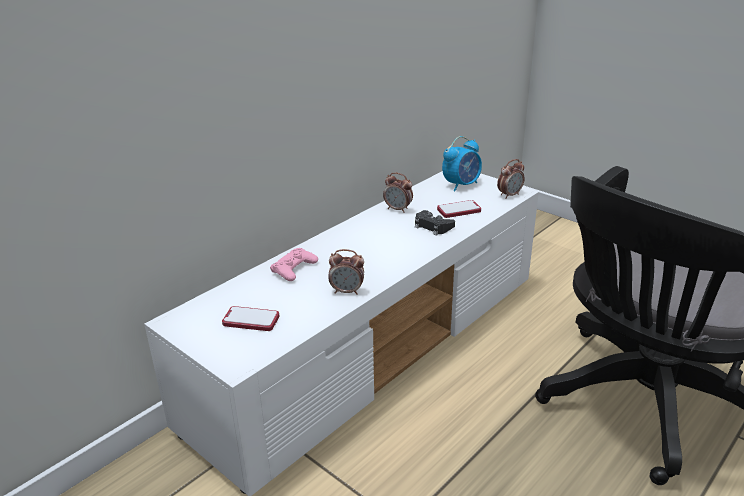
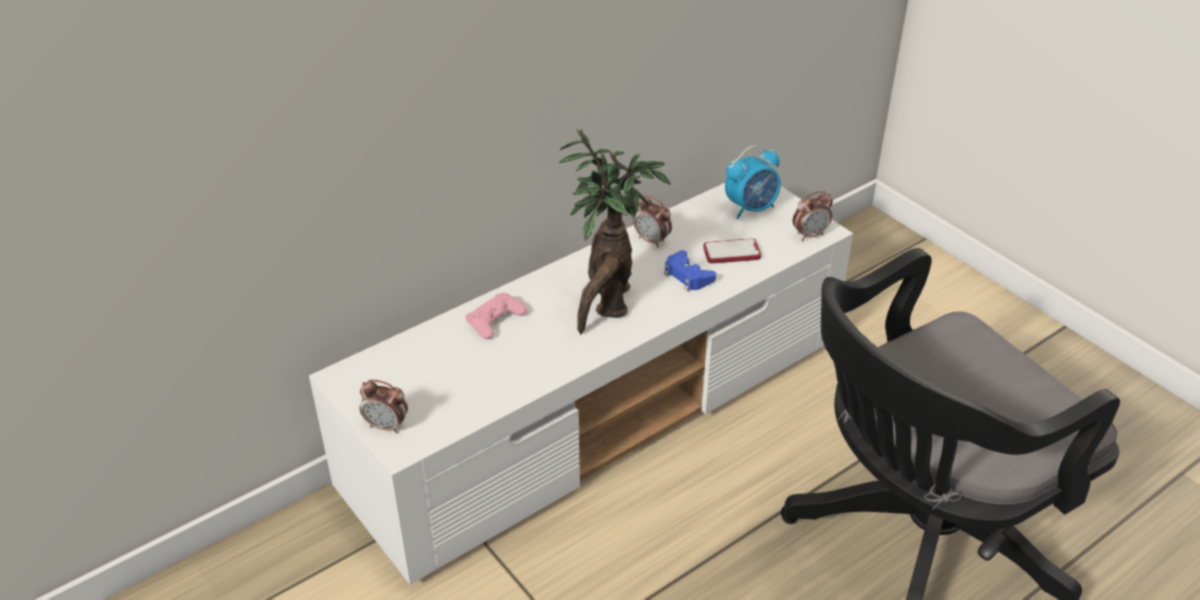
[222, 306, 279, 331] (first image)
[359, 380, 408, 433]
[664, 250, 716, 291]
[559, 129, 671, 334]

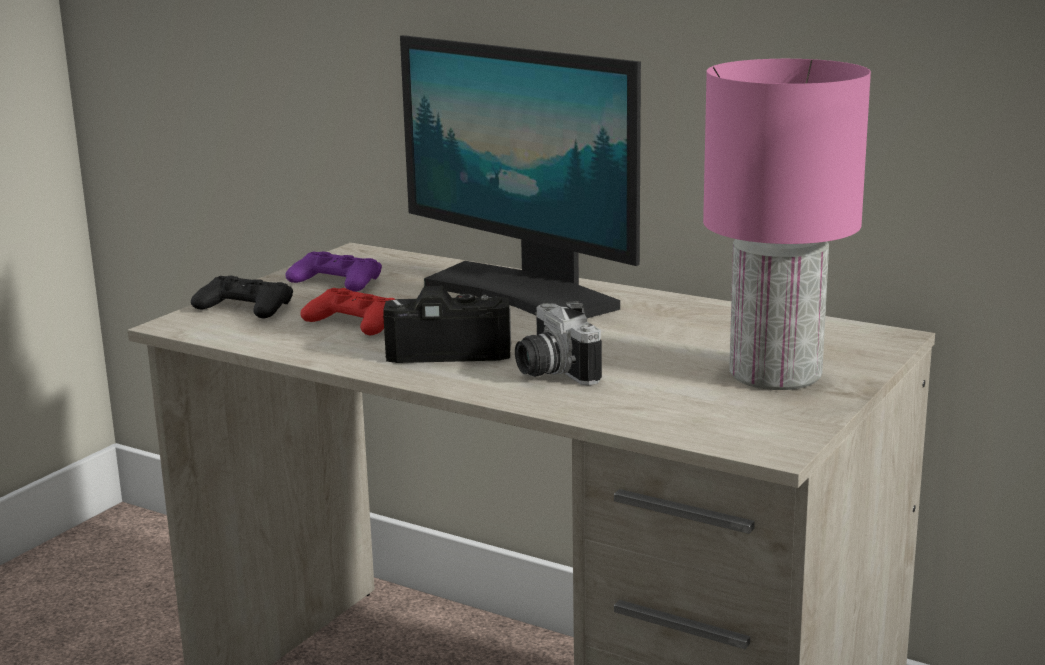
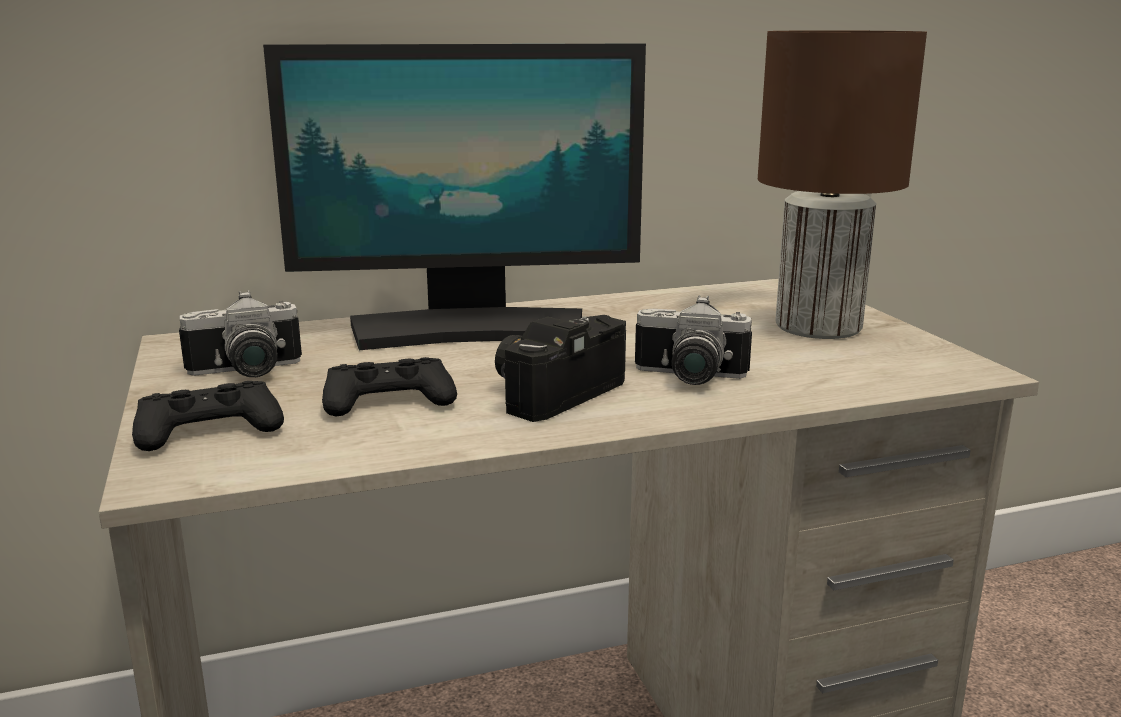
[179, 290, 302, 377]
[322, 357, 457, 417]
[758, 30, 927, 339]

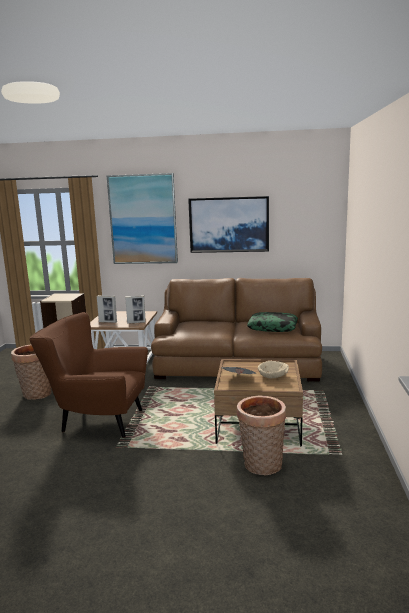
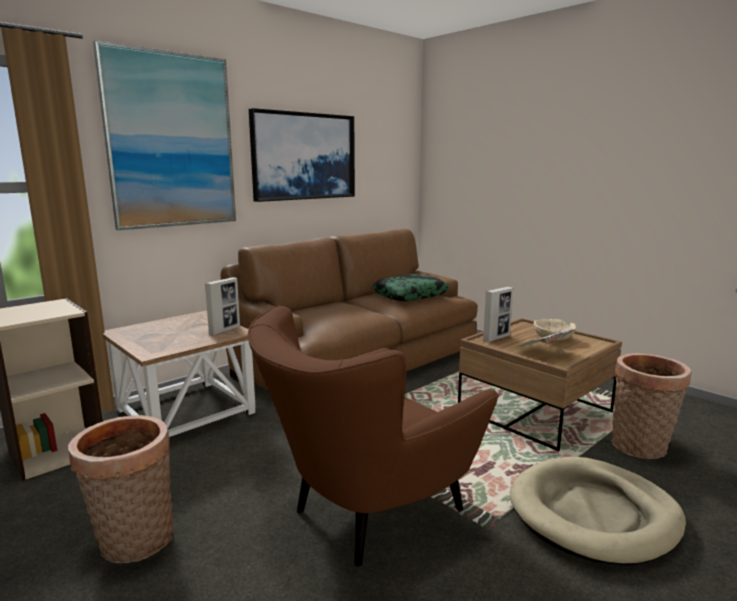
[483, 287, 513, 342]
[510, 457, 686, 566]

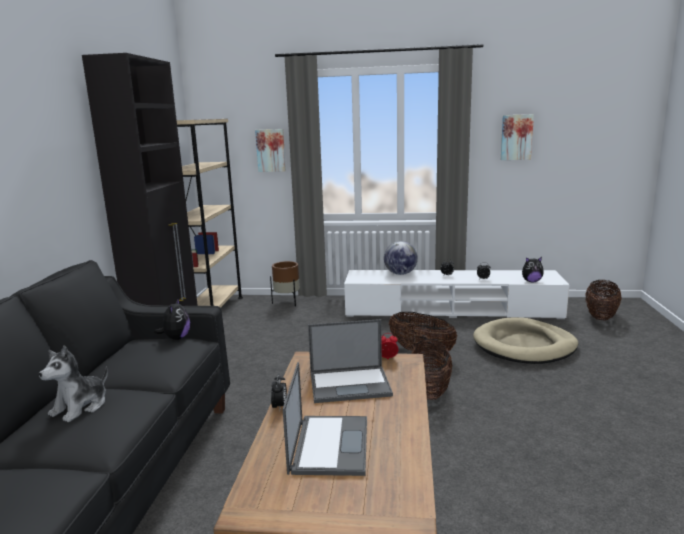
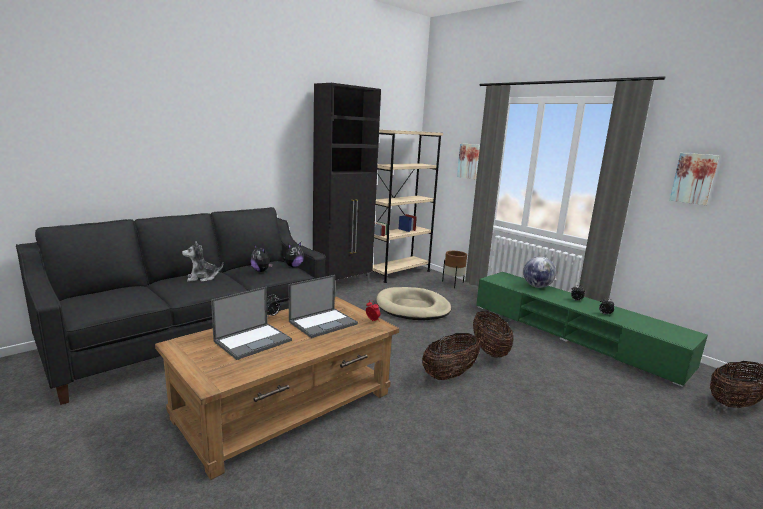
[289, 275, 358, 338]
[476, 272, 708, 387]
[376, 287, 451, 320]
[250, 245, 273, 272]

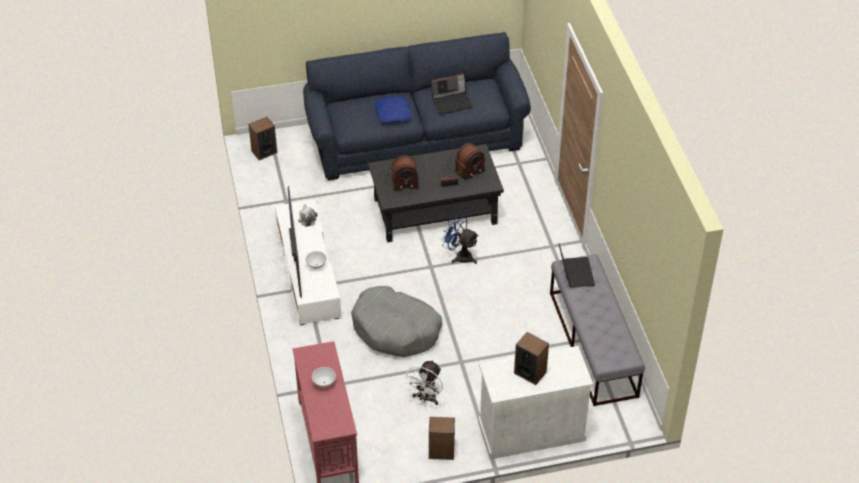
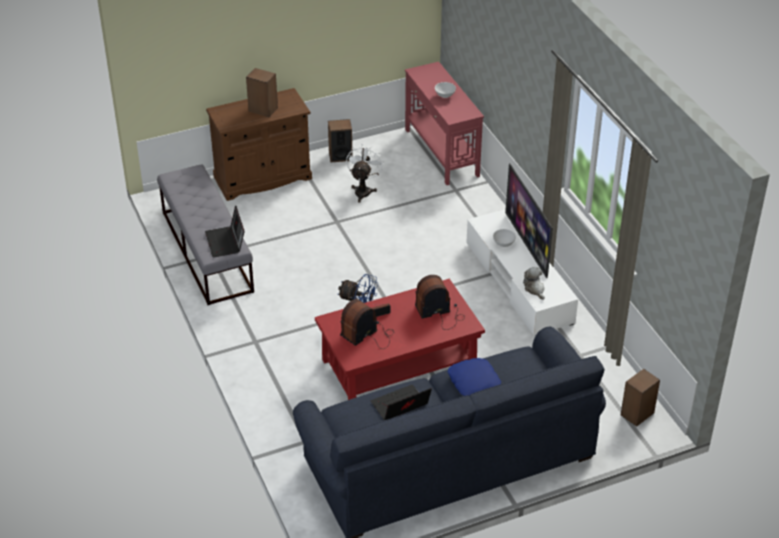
[351, 286, 442, 357] (first image)
[315, 279, 485, 400]
[206, 88, 312, 201]

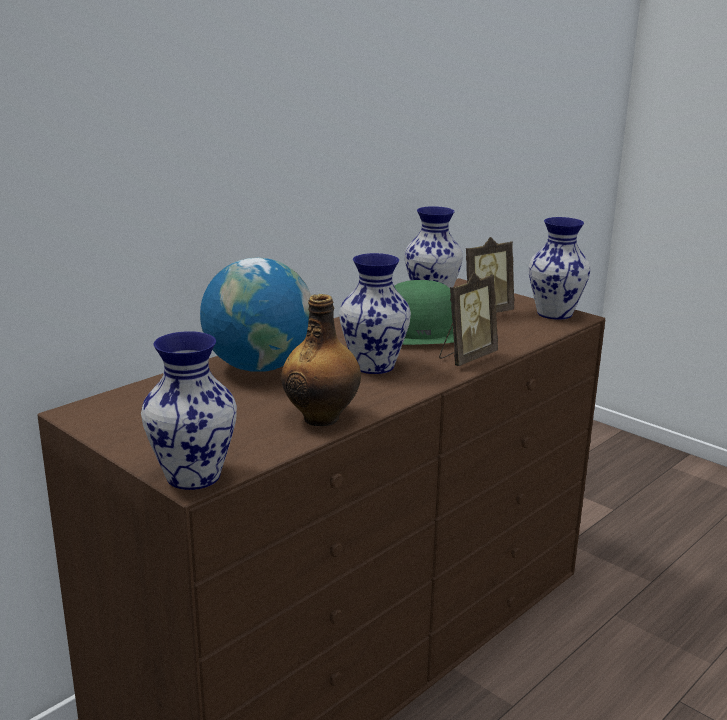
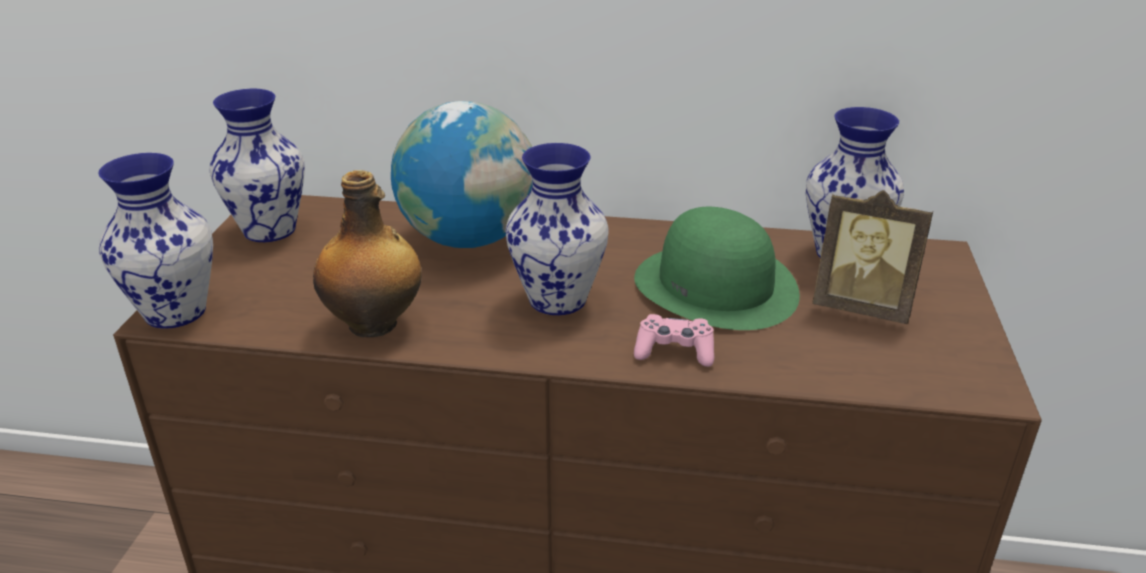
[634, 314, 714, 367]
[210, 89, 305, 242]

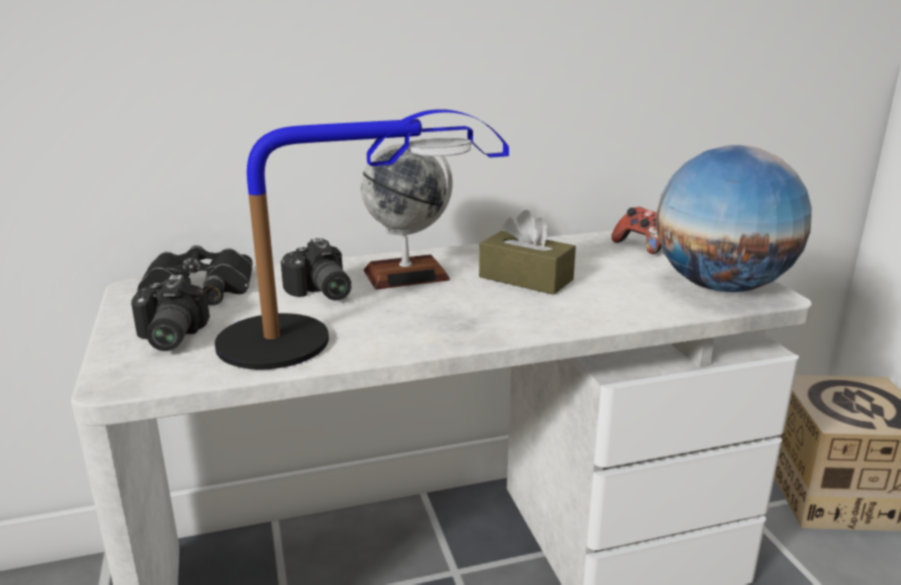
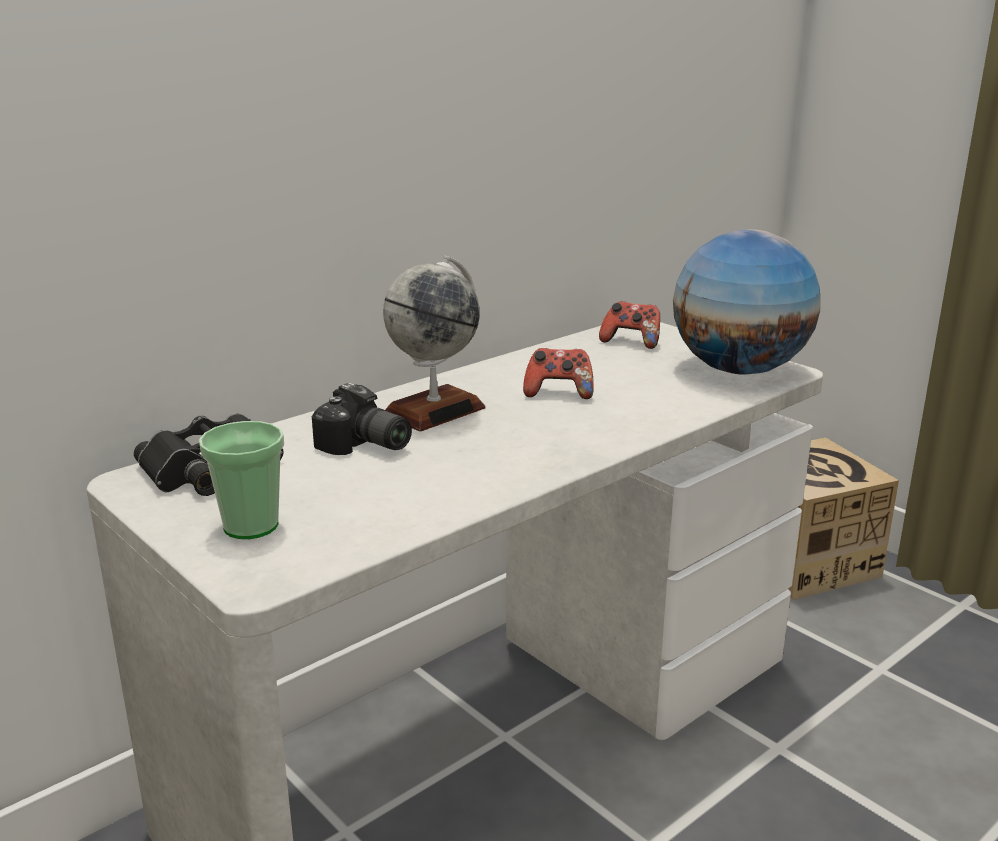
[199, 421, 284, 539]
[215, 109, 509, 369] (first image)
[523, 348, 594, 399]

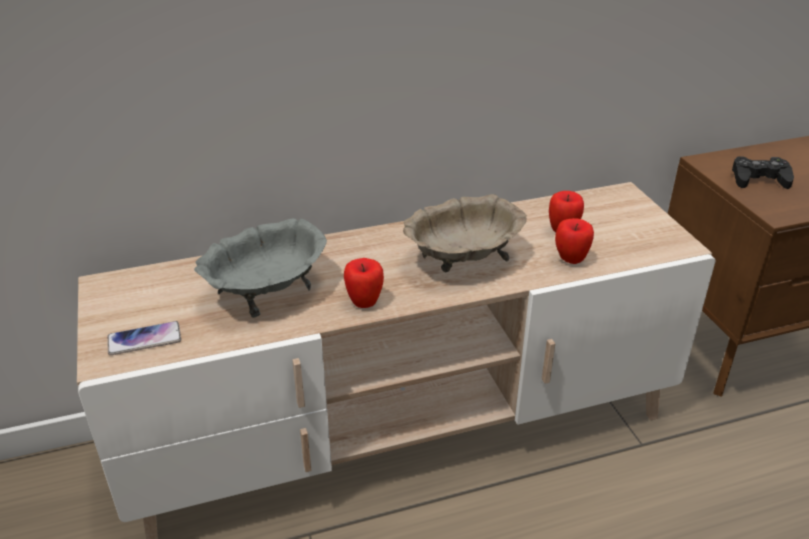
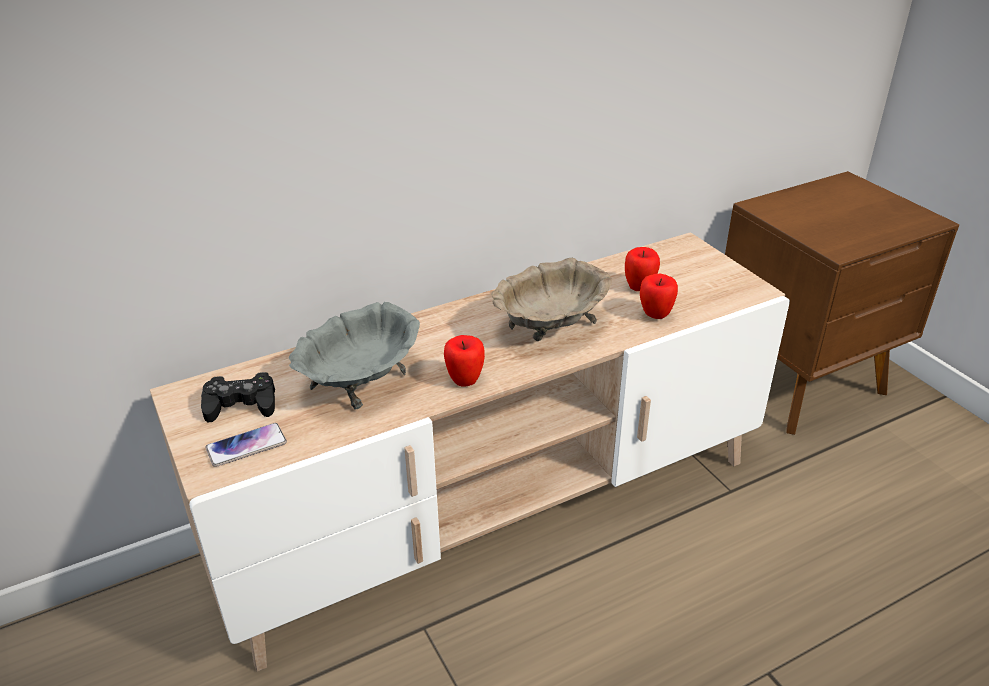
[201, 372, 275, 422]

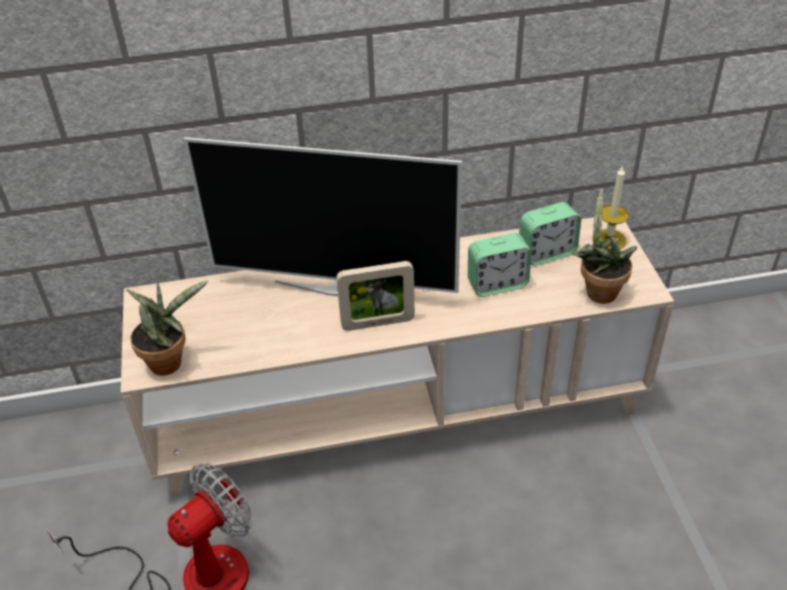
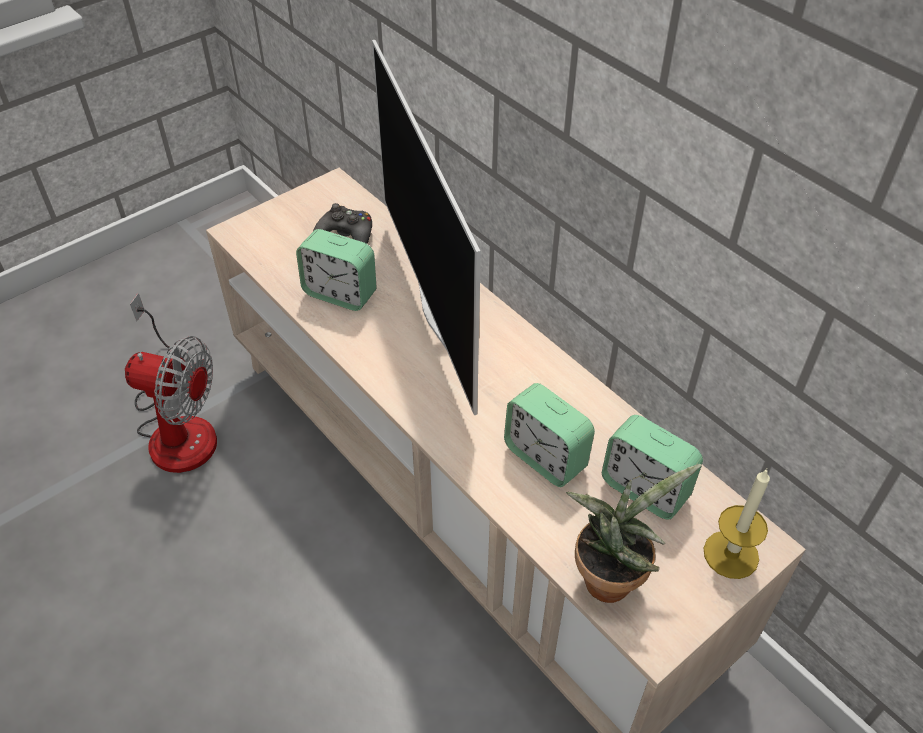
[126, 280, 208, 376] (first image)
[336, 261, 415, 331] (first image)
[296, 229, 377, 311]
[313, 203, 372, 244]

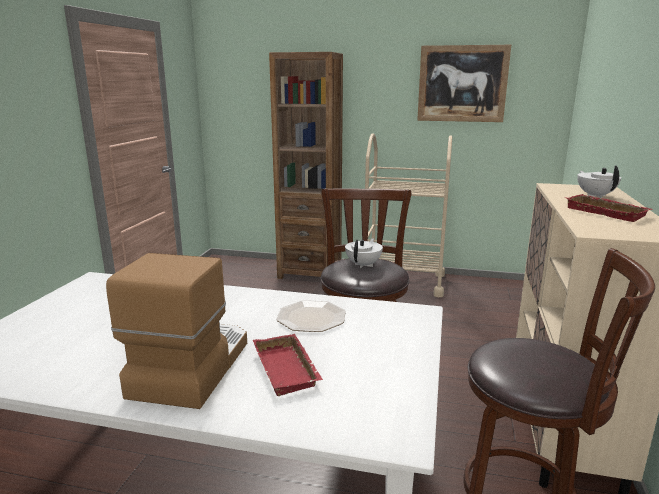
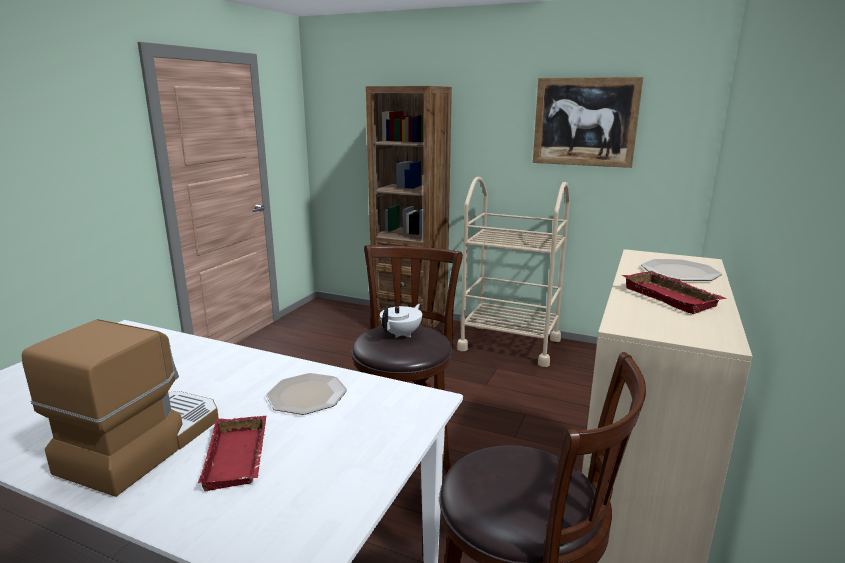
[641, 259, 722, 281]

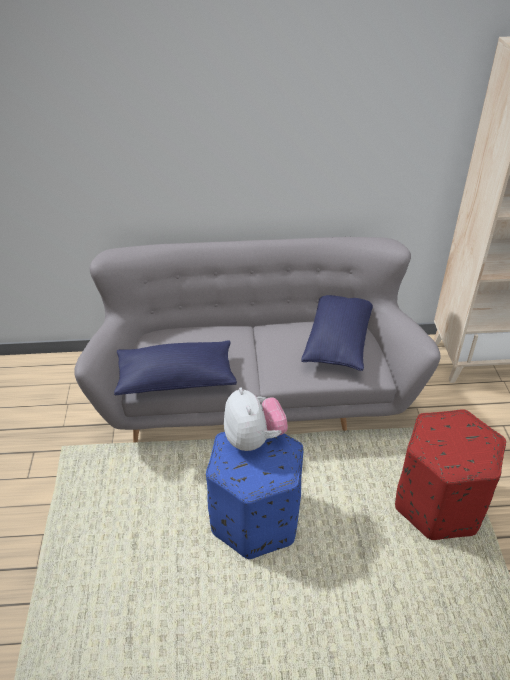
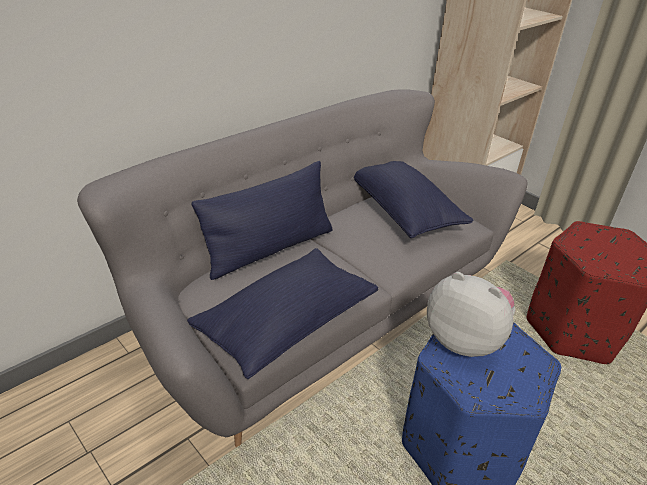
[192, 161, 332, 280]

